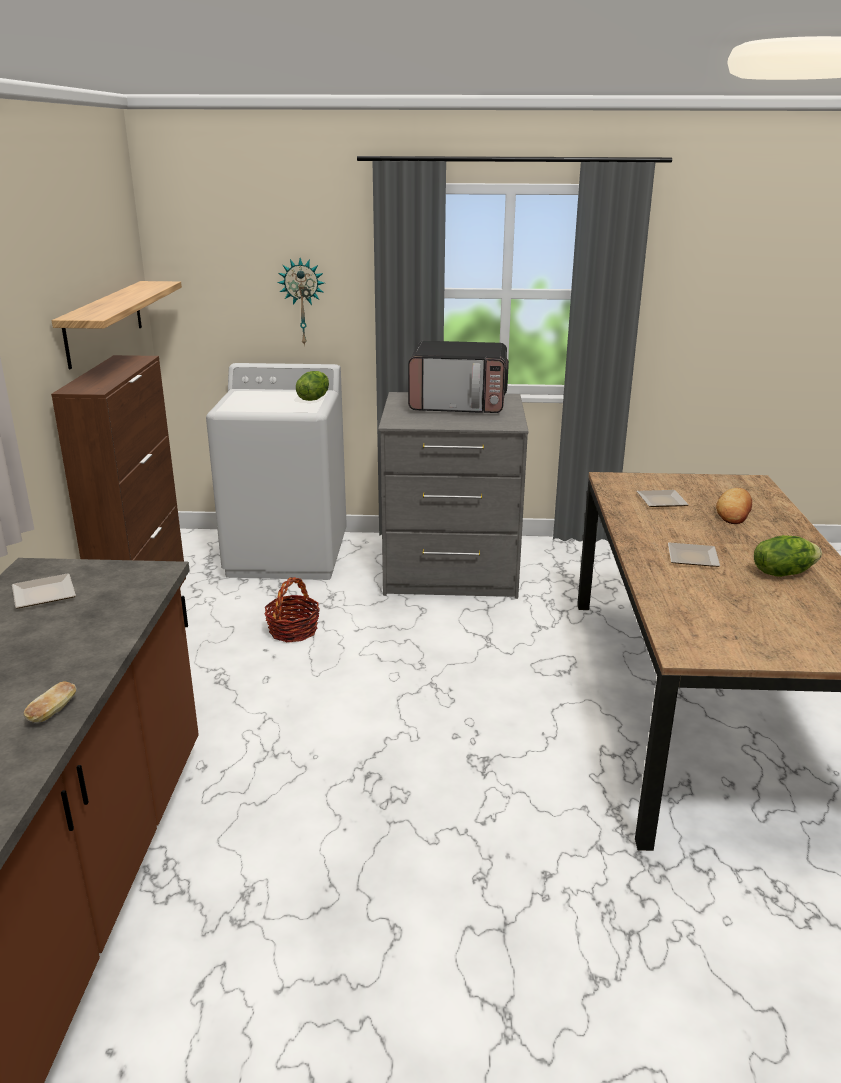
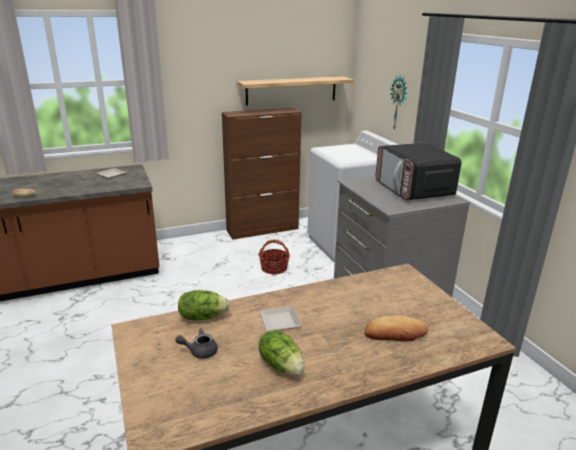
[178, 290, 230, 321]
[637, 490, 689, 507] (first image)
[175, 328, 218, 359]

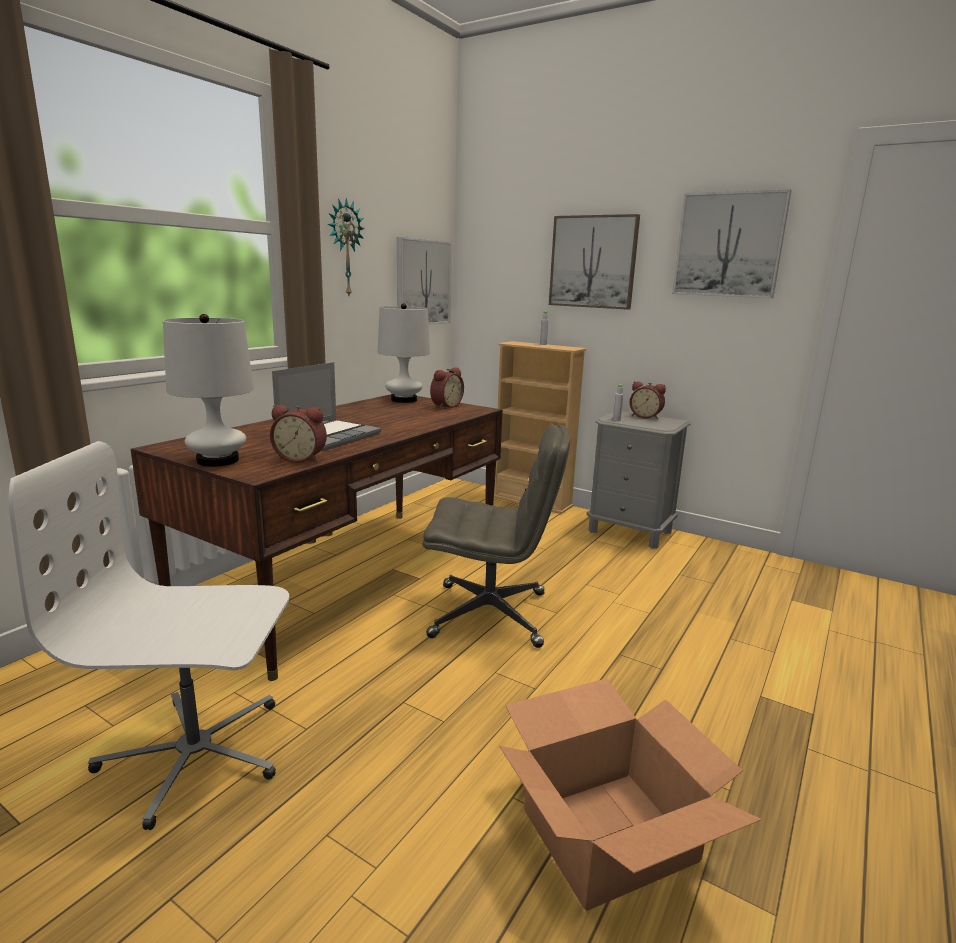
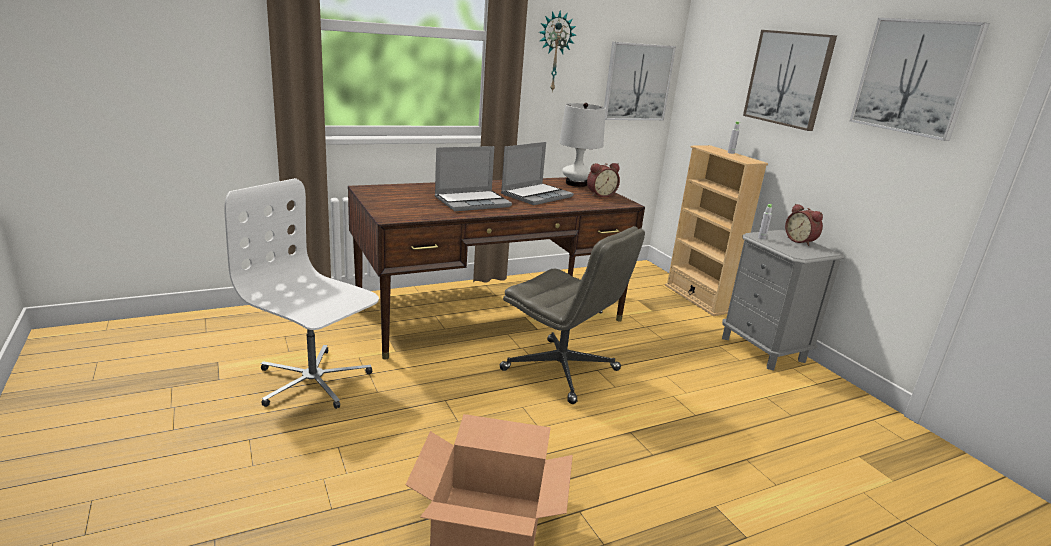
[163, 314, 254, 467] (first image)
[270, 405, 327, 463] (first image)
[501, 142, 574, 205]

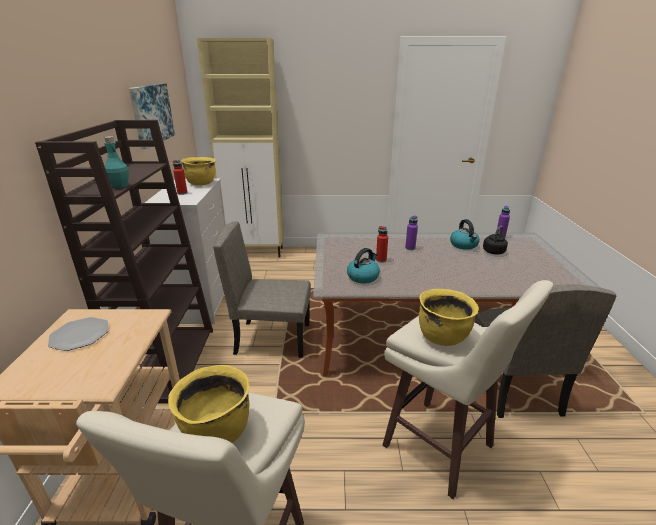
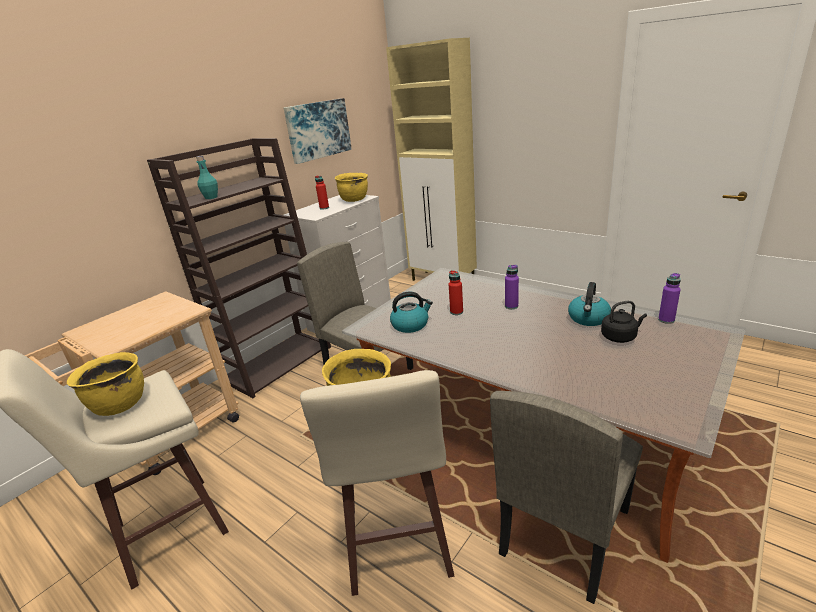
[48, 317, 109, 351] (first image)

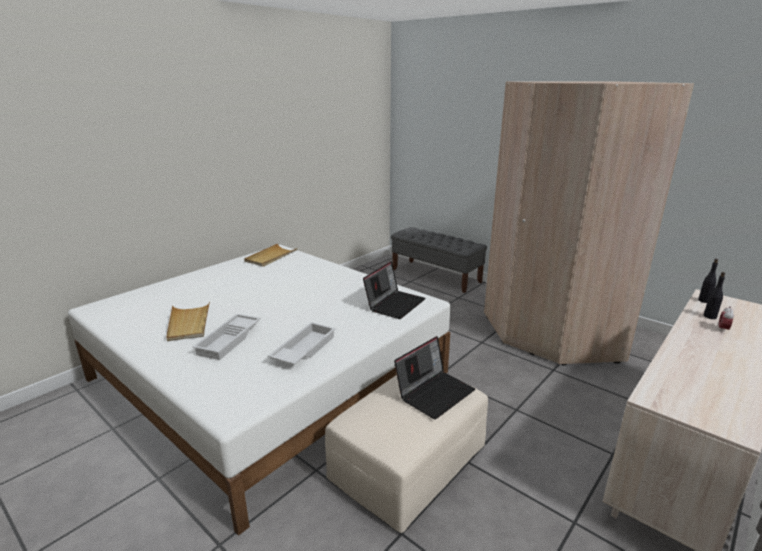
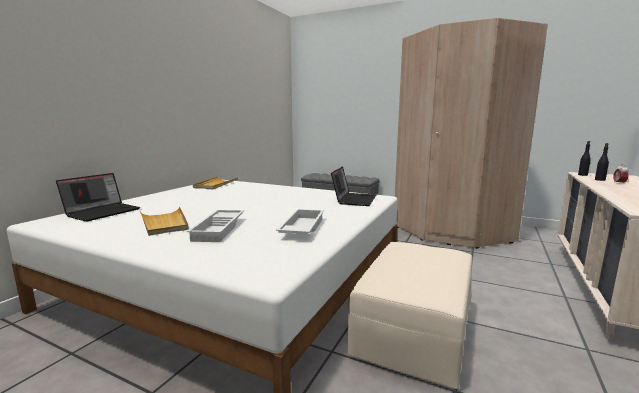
[56, 173, 140, 222]

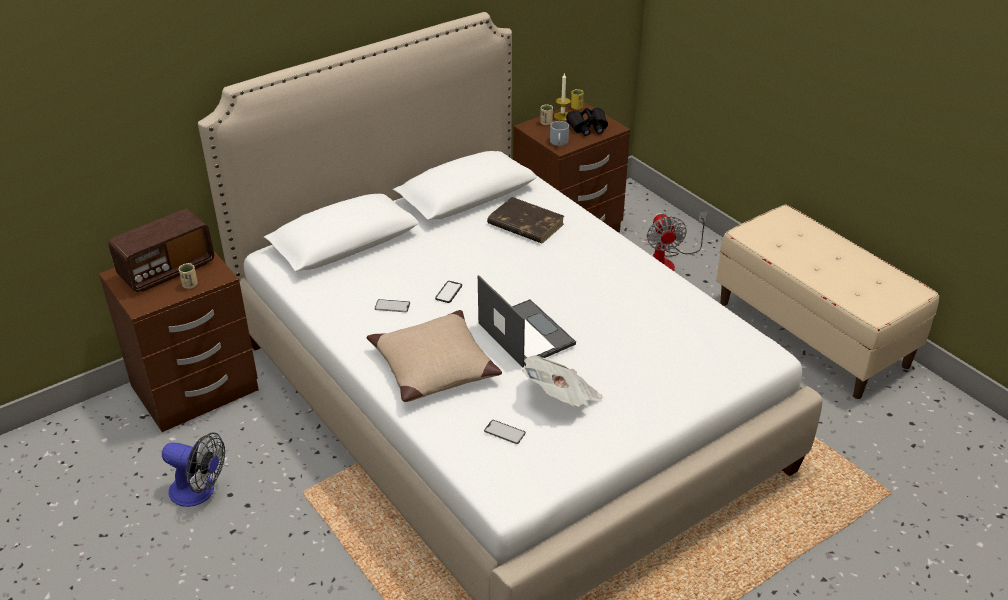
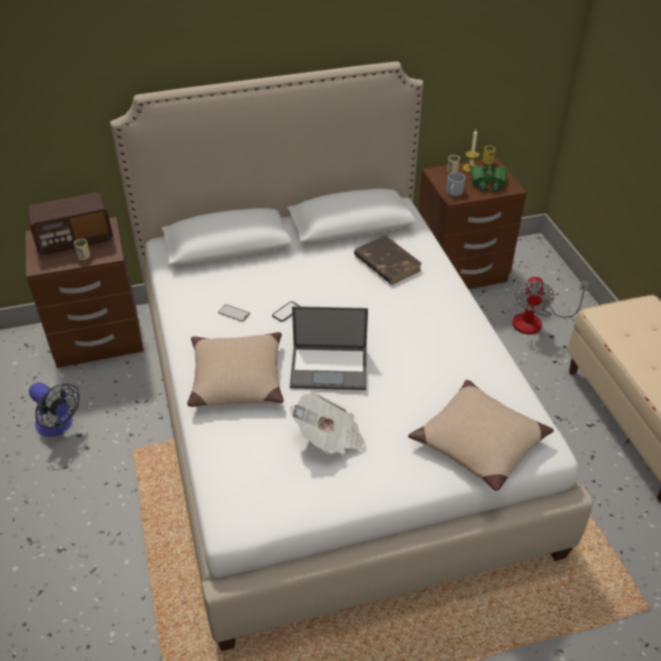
[290, 306, 368, 390]
[484, 420, 526, 444] (first image)
[470, 165, 507, 192]
[408, 380, 554, 491]

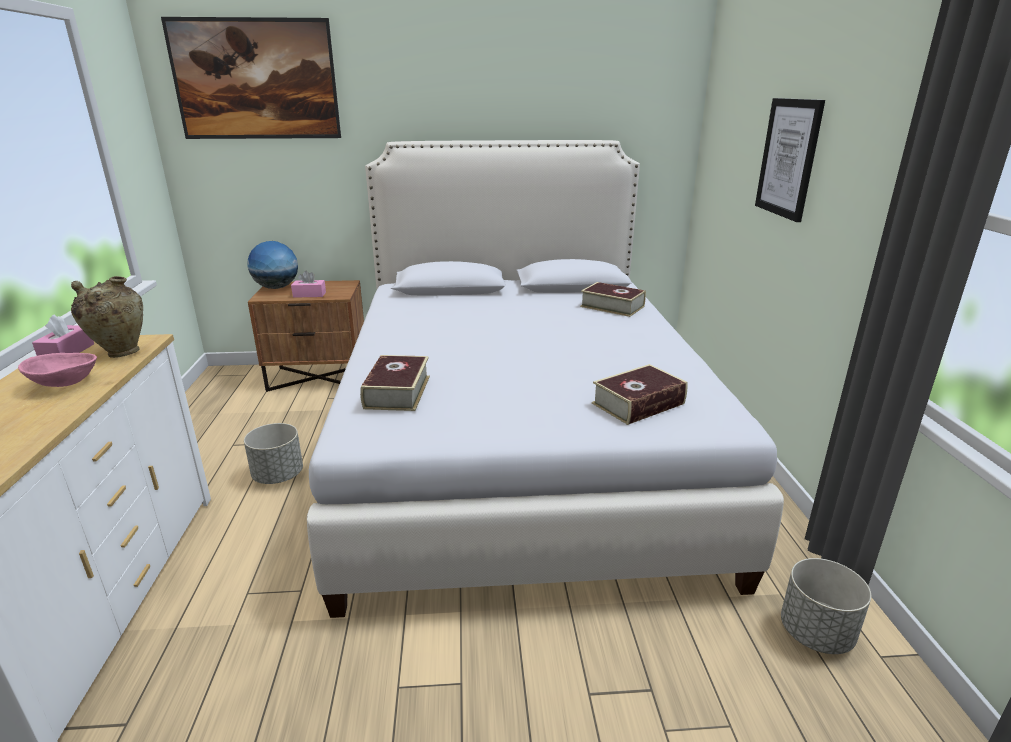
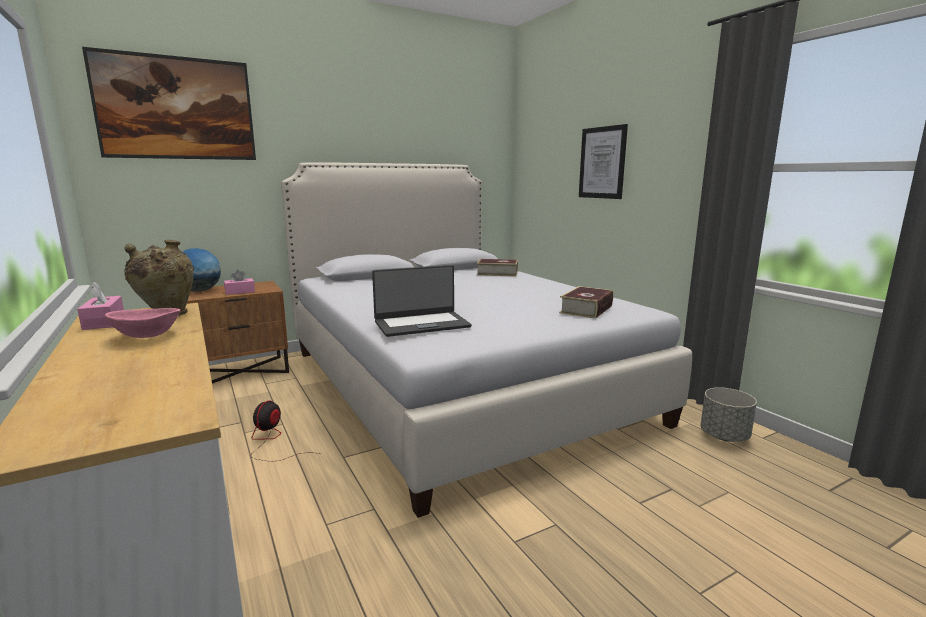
[251, 401, 319, 462]
[372, 265, 471, 337]

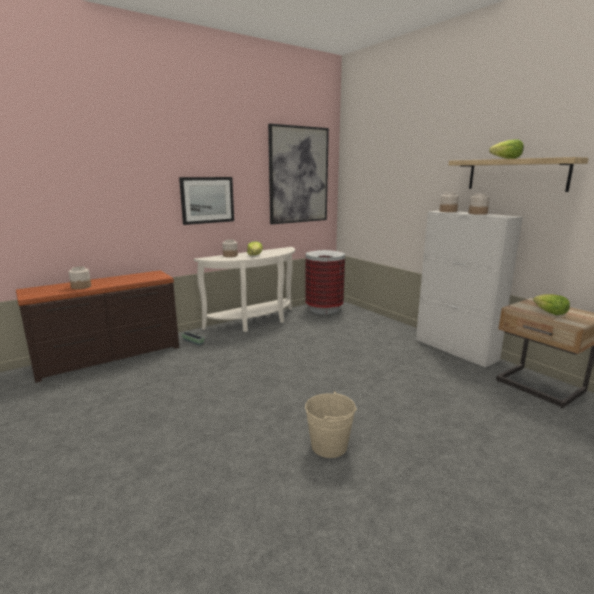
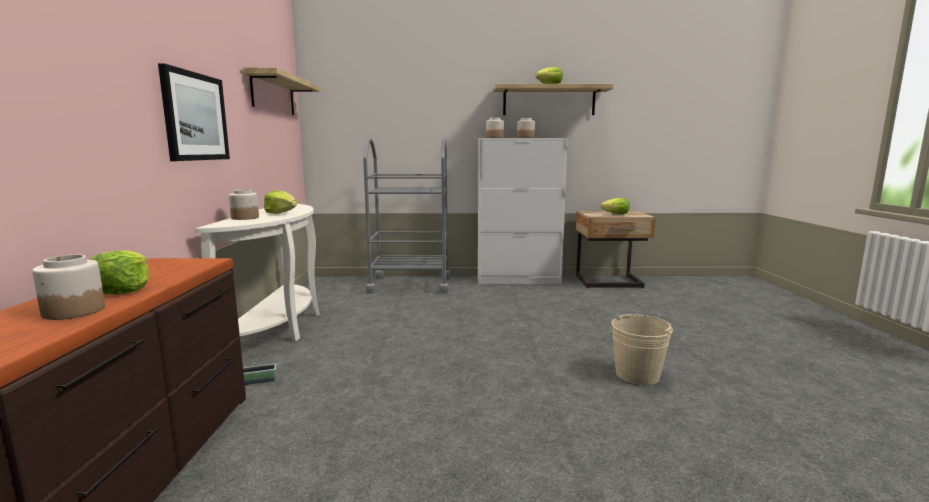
[243, 67, 321, 115]
[305, 250, 345, 314] (first image)
[89, 250, 150, 294]
[363, 138, 451, 294]

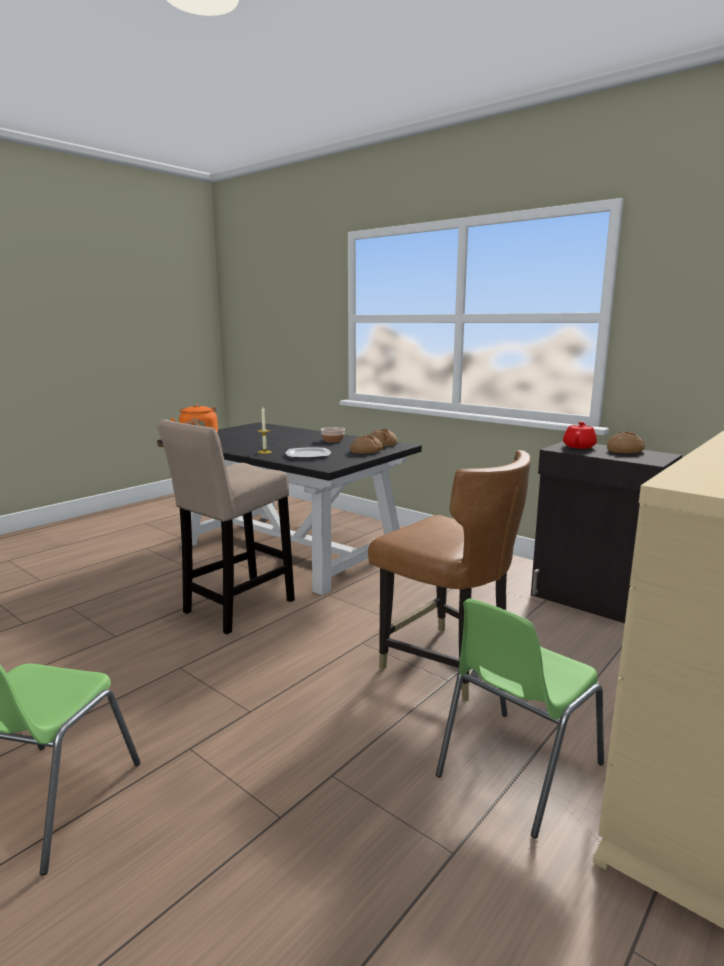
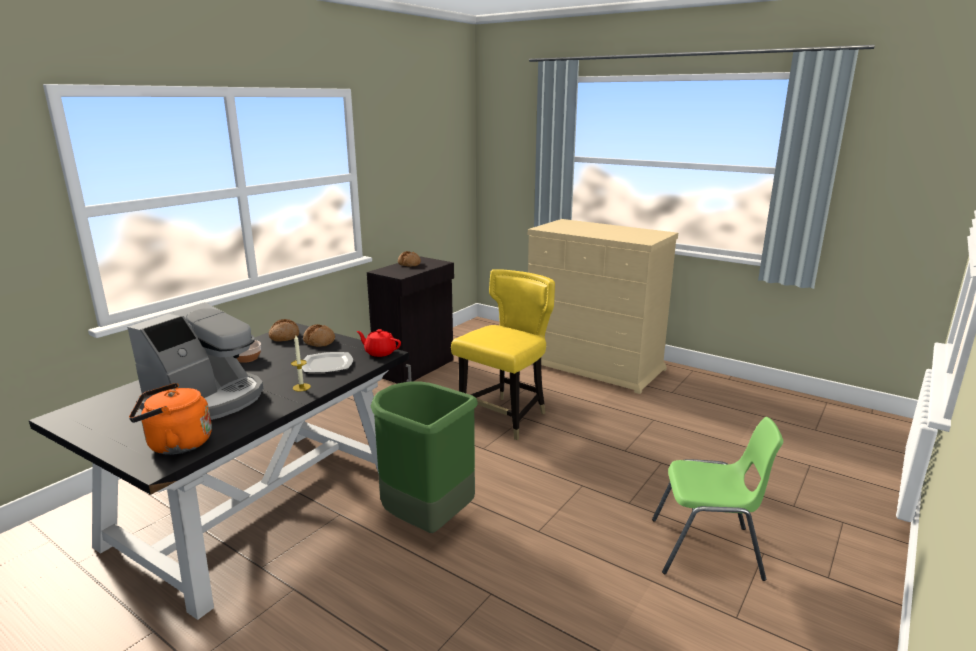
[371, 382, 478, 533]
[451, 269, 555, 440]
[436, 599, 604, 838] (first image)
[356, 329, 401, 357]
[127, 302, 263, 420]

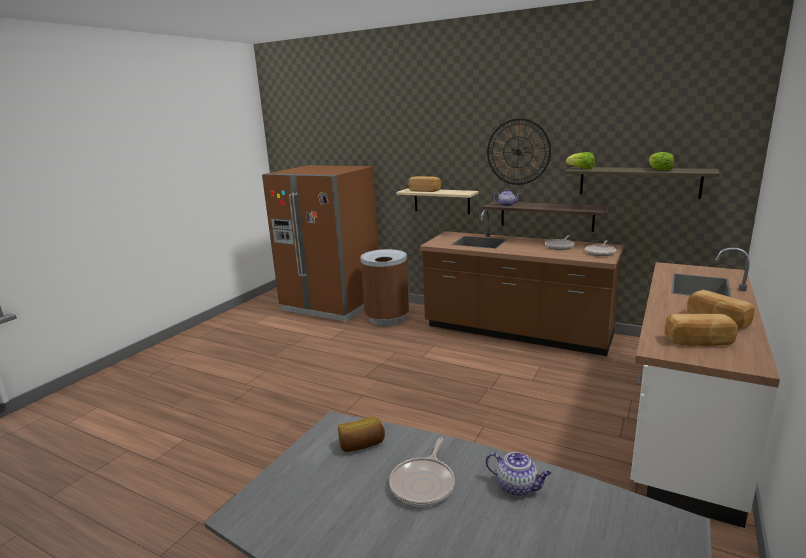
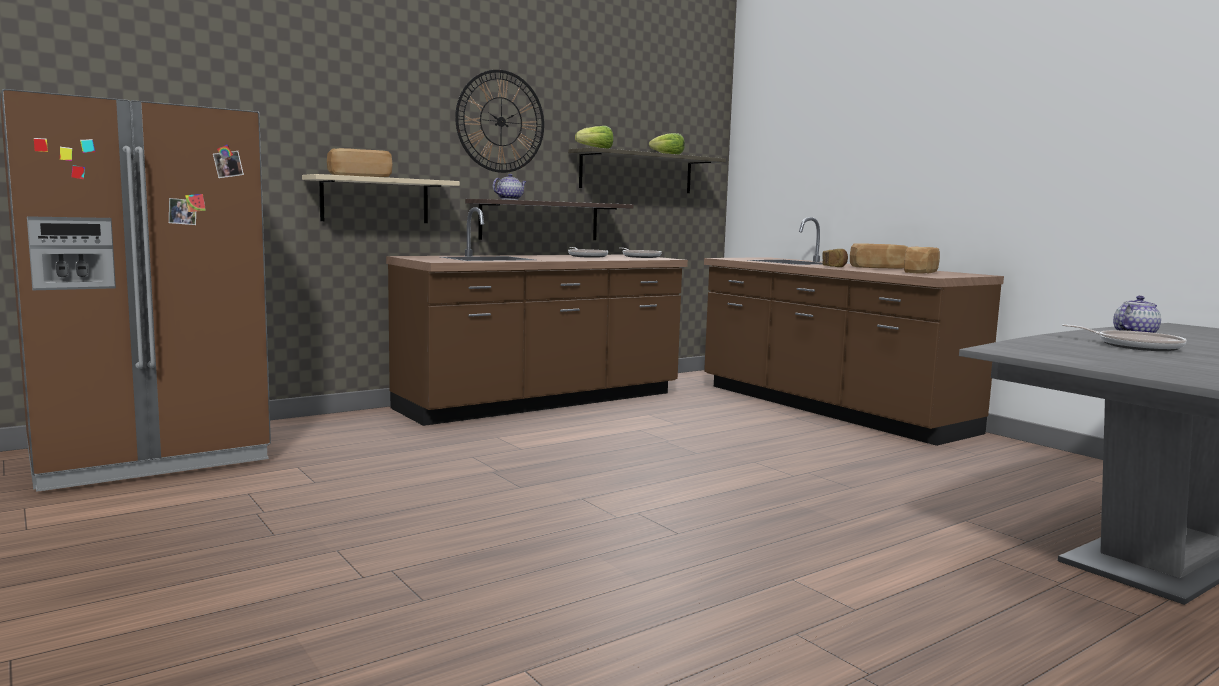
[823, 249, 848, 267]
[360, 249, 409, 326] (first image)
[704, 217, 1004, 446]

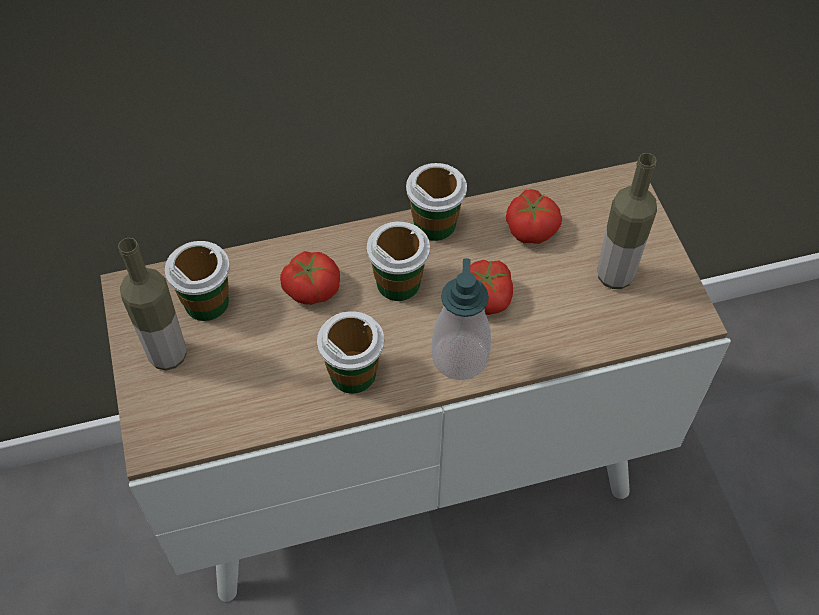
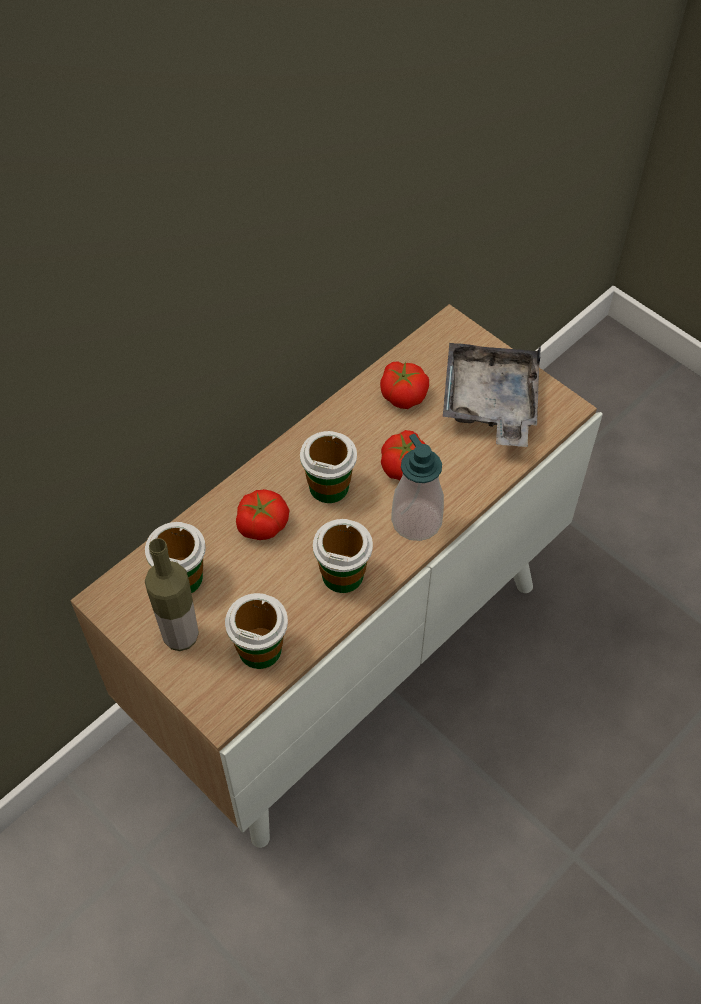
[225, 593, 288, 669]
[443, 343, 541, 447]

